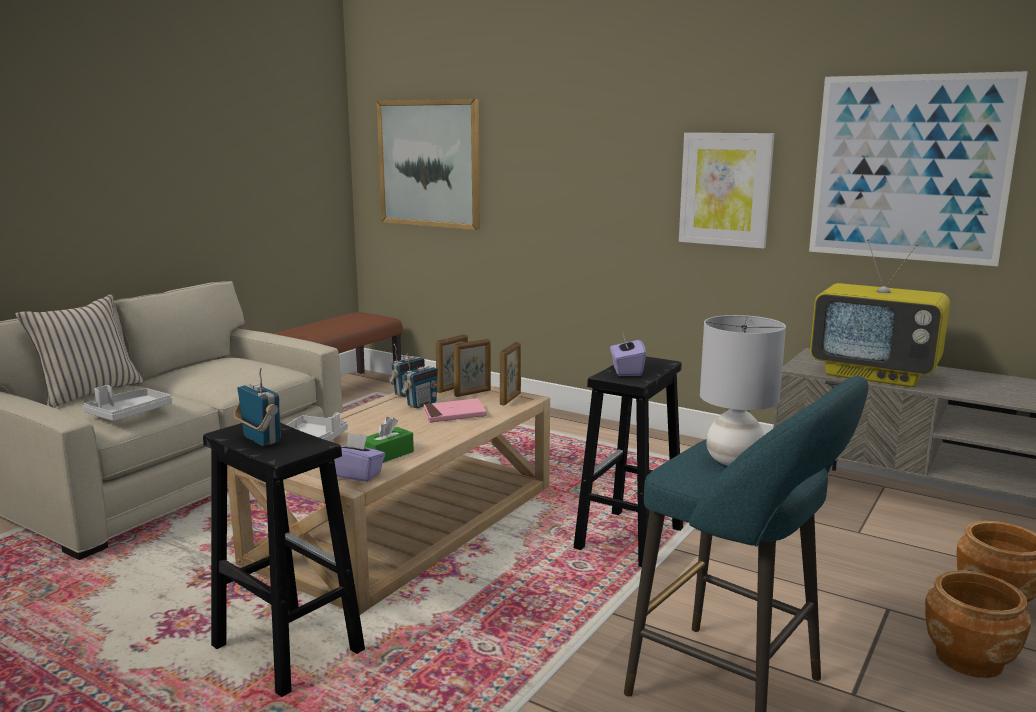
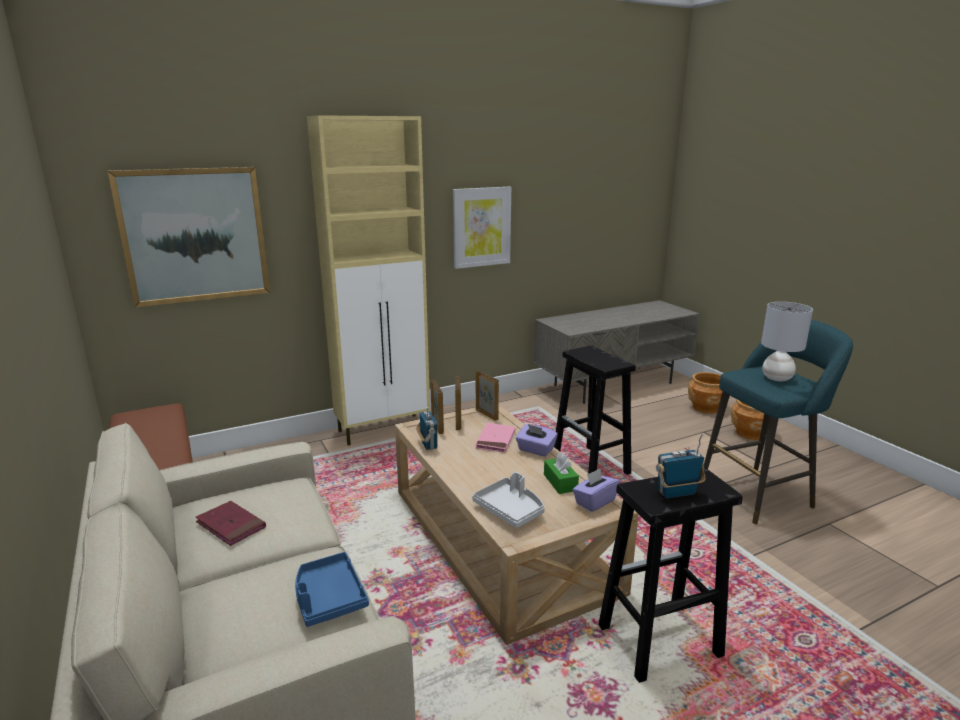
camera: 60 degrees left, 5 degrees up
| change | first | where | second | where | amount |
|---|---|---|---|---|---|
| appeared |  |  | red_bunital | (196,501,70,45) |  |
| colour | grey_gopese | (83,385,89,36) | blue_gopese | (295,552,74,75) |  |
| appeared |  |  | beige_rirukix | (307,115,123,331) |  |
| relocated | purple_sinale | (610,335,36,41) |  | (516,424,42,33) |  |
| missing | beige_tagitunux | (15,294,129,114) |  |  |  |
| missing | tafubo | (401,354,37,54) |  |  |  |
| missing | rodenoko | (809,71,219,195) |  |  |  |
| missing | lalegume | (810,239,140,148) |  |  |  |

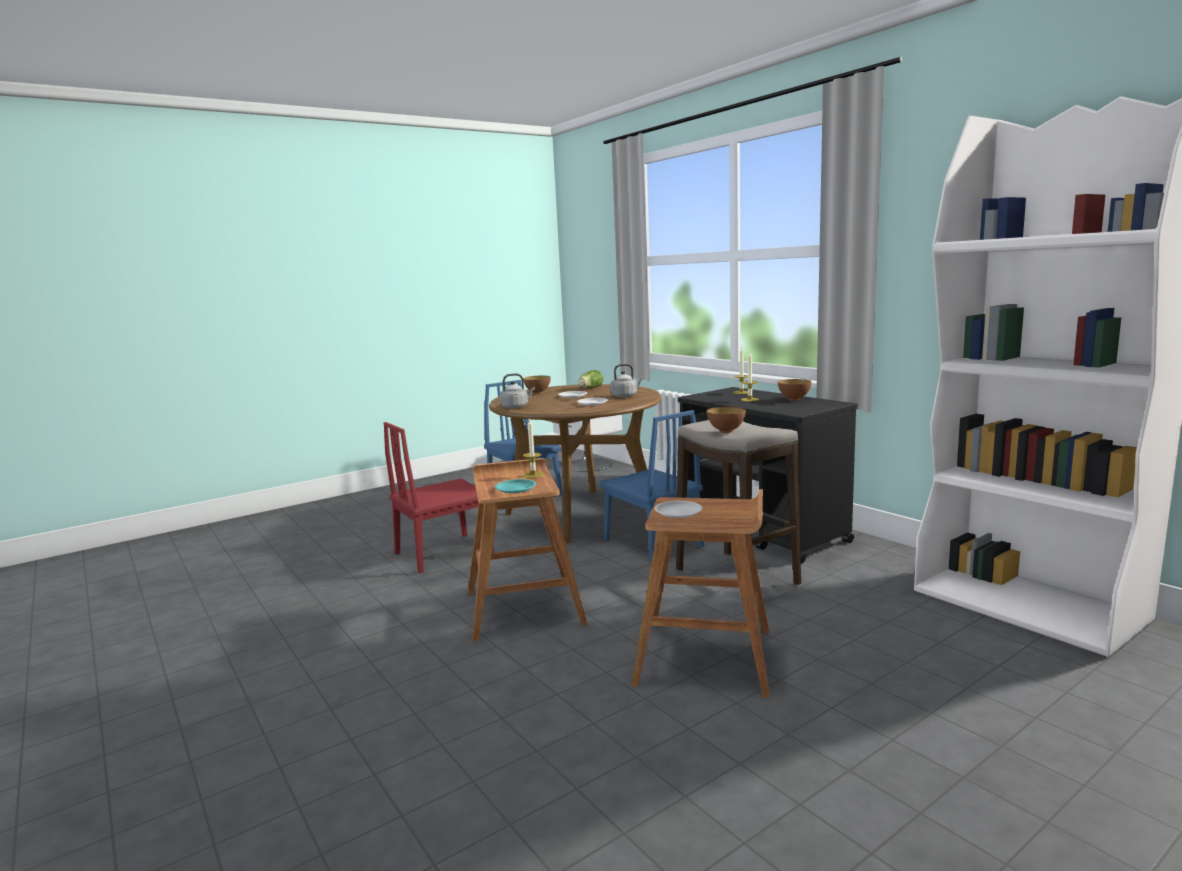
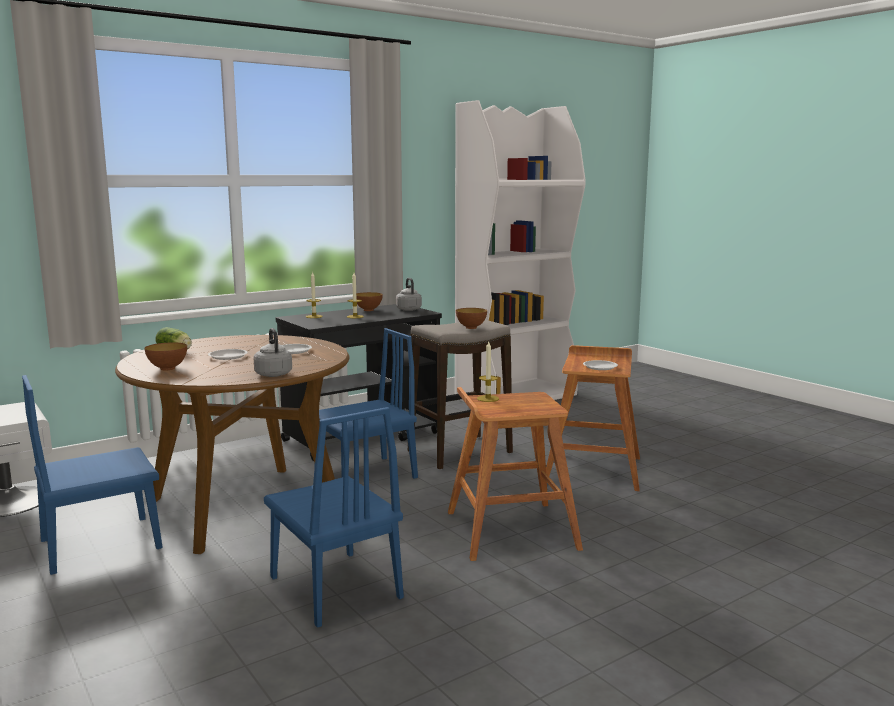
camera: 90 degrees left, 0 degrees up
| change | first | where | second | where | amount |
|---|---|---|---|---|---|
| colour | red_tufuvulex | (383,422,111,151) | blue_tufuvulex | (264,407,140,221) |  |
| relocated | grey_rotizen | (610,364,34,34) |  | (396,278,26,33) |  |
| missing | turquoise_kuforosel | (495,479,41,14) |  |  |  |

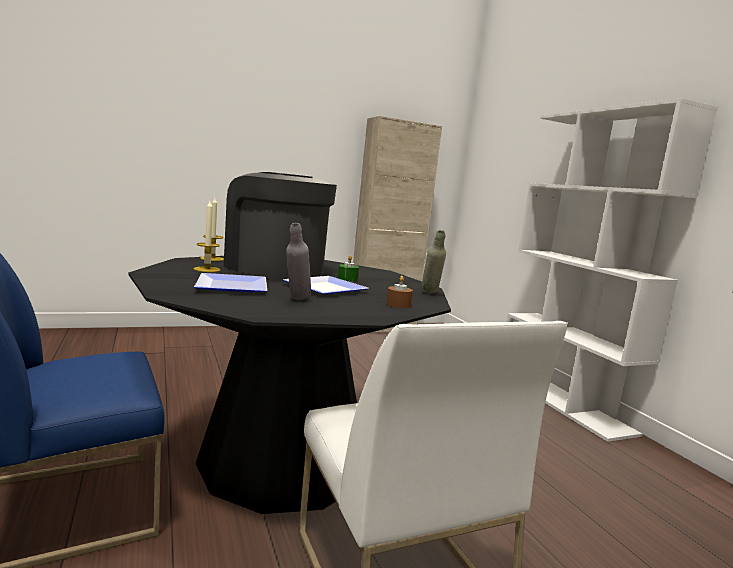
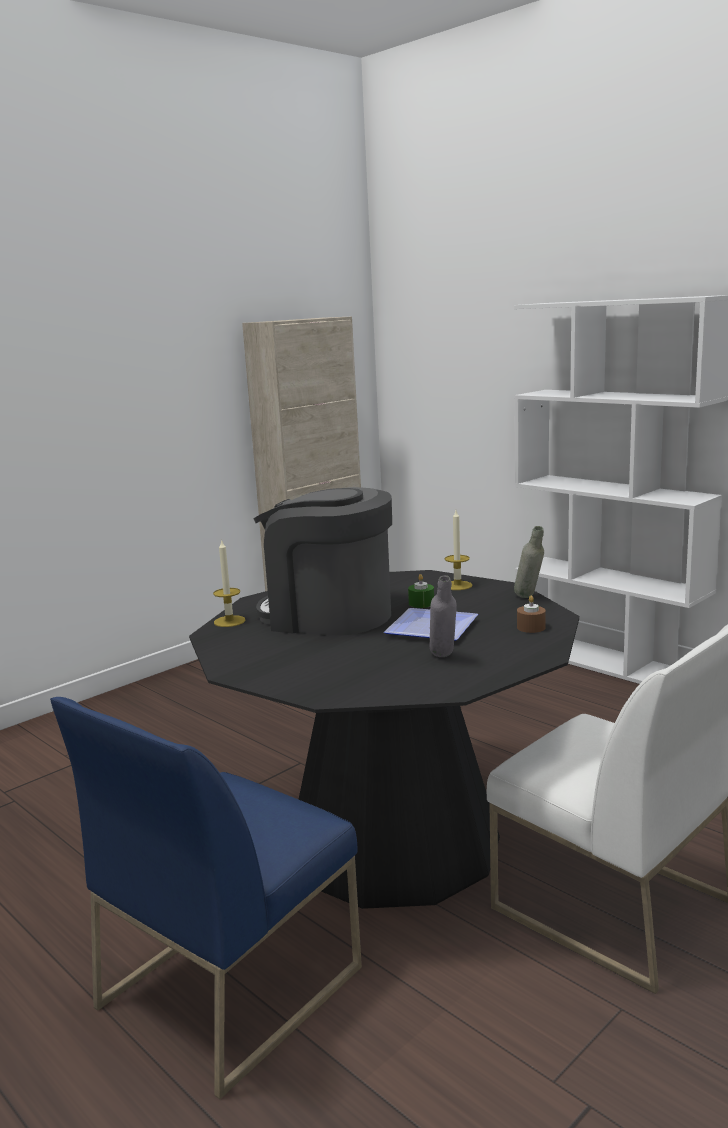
camera: 20 degrees left, 5 degrees up
| change | first | where | second | where | amount |
|---|---|---|---|---|---|
| relocated | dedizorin | (194,201,27,71) |  | (445,510,27,80) |  |
| missing | kuforosel | (194,273,73,19) |  |  |  |

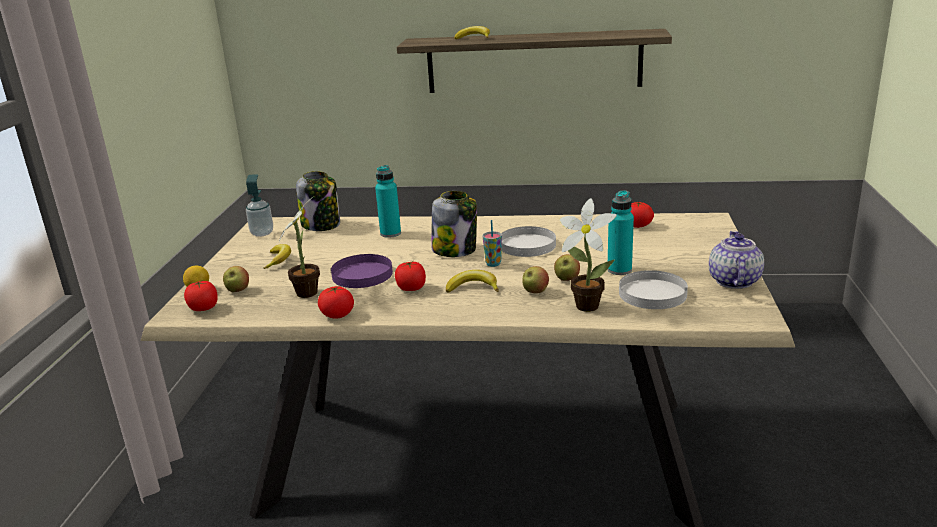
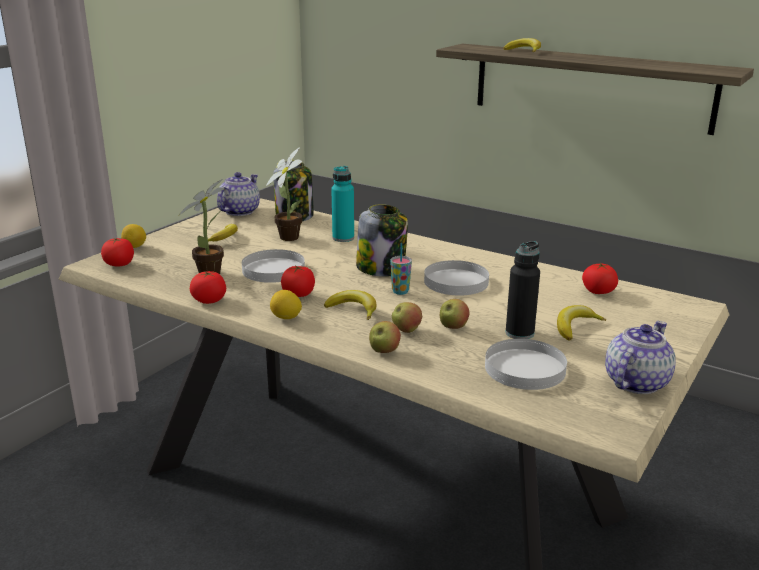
camera: 25 degrees right, 0 degrees up
| change | first | where | second | where | amount |
|---|---|---|---|---|---|
| exchanged | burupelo | (246,174,27,63) | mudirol | (217,172,43,44) |  |
| colour | purple_kuforosel | (331,254,62,34) | white_kuforosel | (242,249,63,34) |  |
| relocated | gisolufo | (560,198,57,114) |  | (266,147,36,94) |  |
| appeared |  |  | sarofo | (270,290,32,29) |  |
| relocated | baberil | (223,266,26,26) |  | (369,321,32,32) |  |
| colour | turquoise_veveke | (607,190,27,85) | black_veveke | (506,241,34,98) |  |
| appeared |  |  | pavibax | (557,305,49,35) |  |

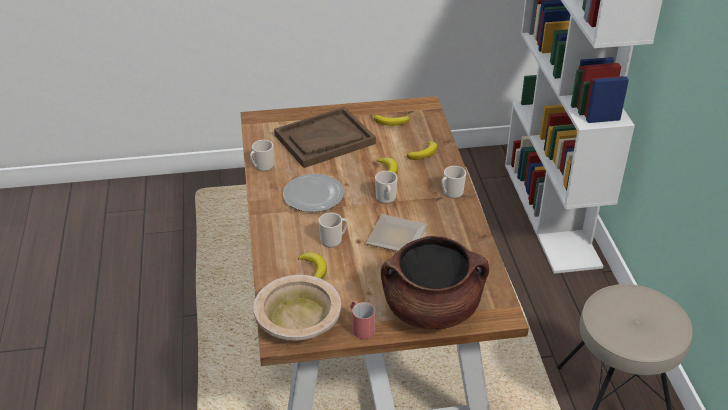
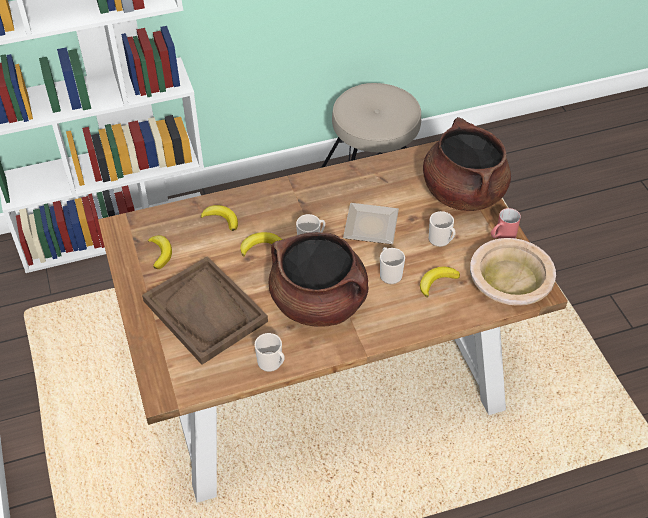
camera: 100 degrees left, 10 degrees up
| change | first | where | second | where | amount |
|---|---|---|---|---|---|
| exchanged | kuforosel | (283,174,62,38) | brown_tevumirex | (269,232,99,95) |  |
| relocated | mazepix | (442,166,24,32) |  | (429,211,27,36) |  |

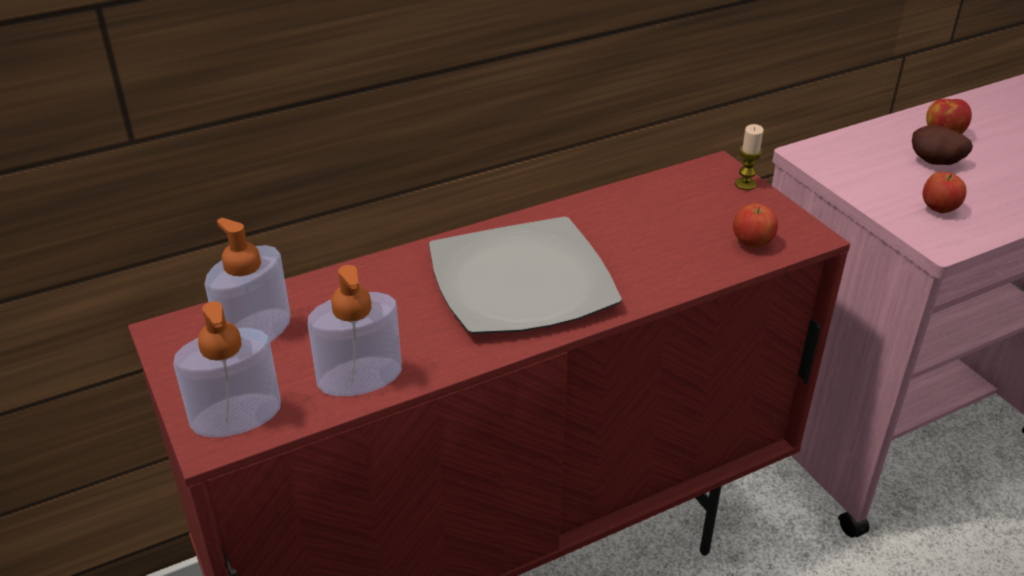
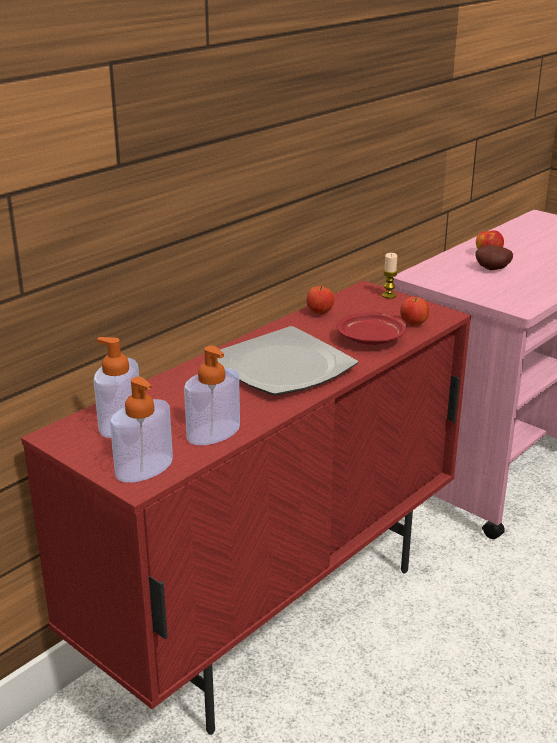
camera: 20 degrees left, 10 degrees down
| change | first | where | second | where | amount |
|---|---|---|---|---|---|
| relocated | baberil | (923,172,43,41) |  | (307,286,27,29) |  |
| appeared |  |  | red_kuforosel | (336,312,71,33) |  |

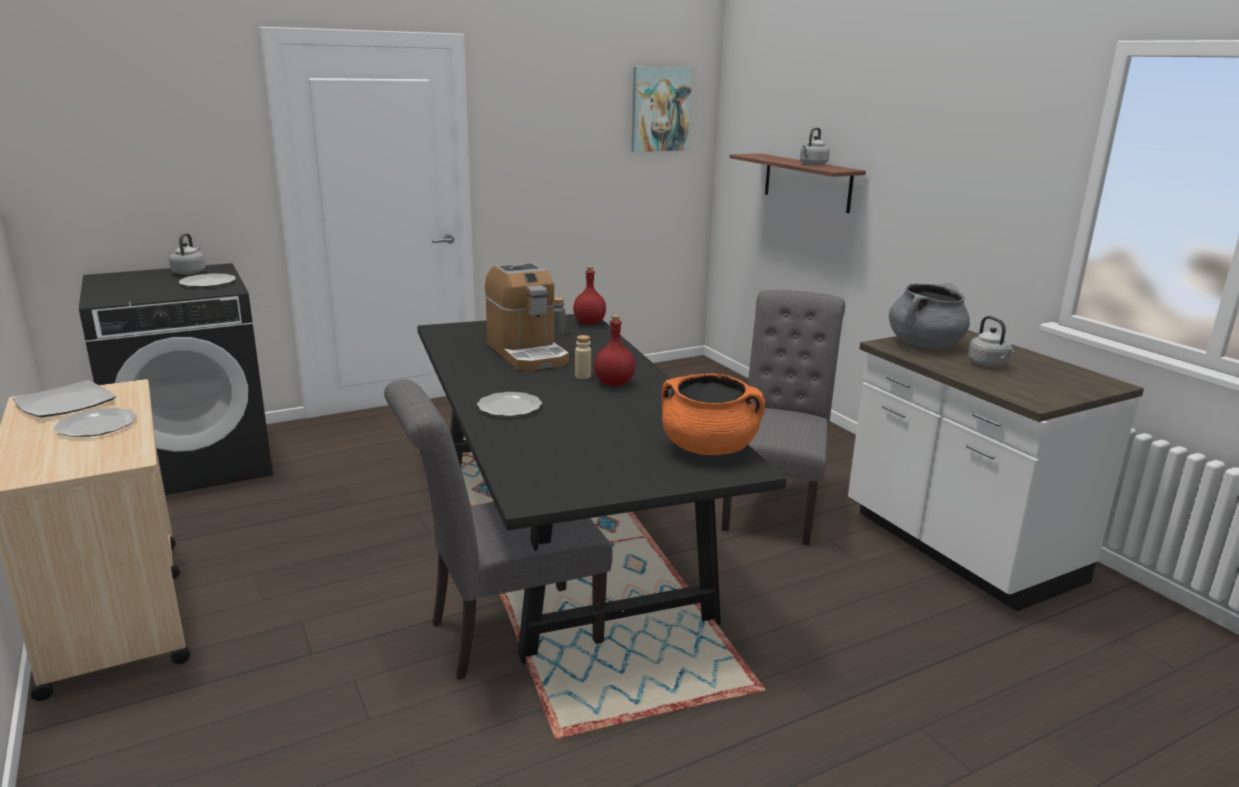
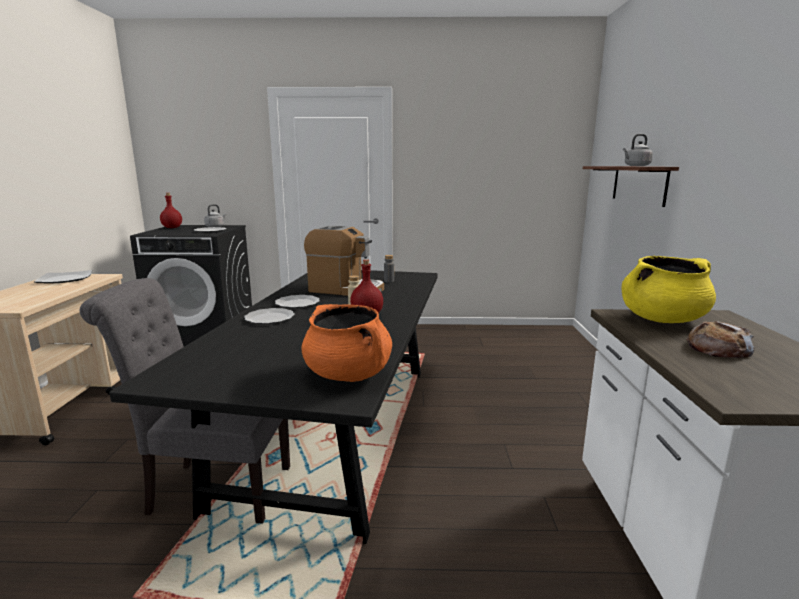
camera: 30 degrees right, 5 degrees down
| change | first | where | second | where | amount |
|---|---|---|---|---|---|
| relocated | red_veveke | (573,266,33,59) |  | (160,193,22,35) |  |
| relocated | kuforosel | (53,408,84,29) |  | (275,295,45,13) |  |
| spun | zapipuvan | (485,262,84,109) |  | (304,226,80,70) | 75 degrees counterclockwise |
| colour | grey_tevumirex | (889,283,81,65) | yellow_tevumirex | (621,256,95,67) |  |
| exchanged | grey_rotizen | (968,316,47,51) | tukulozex | (686,321,69,37) |  |
| missing | rodenoko | (631,67,61,85) |  |  |  |
| missing | grey_tufuvulex | (722,290,123,256) |  |  |  |

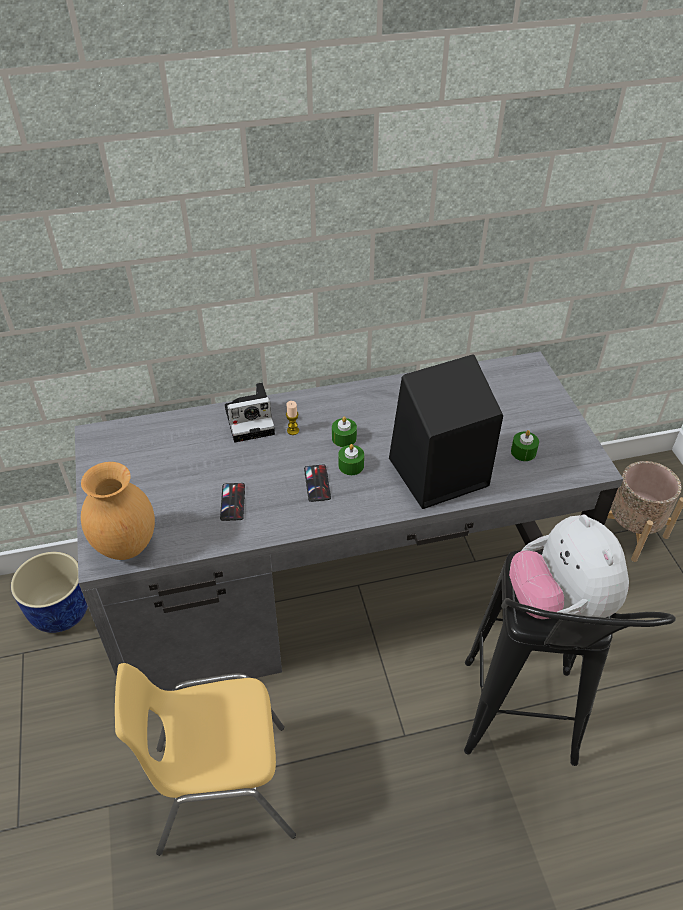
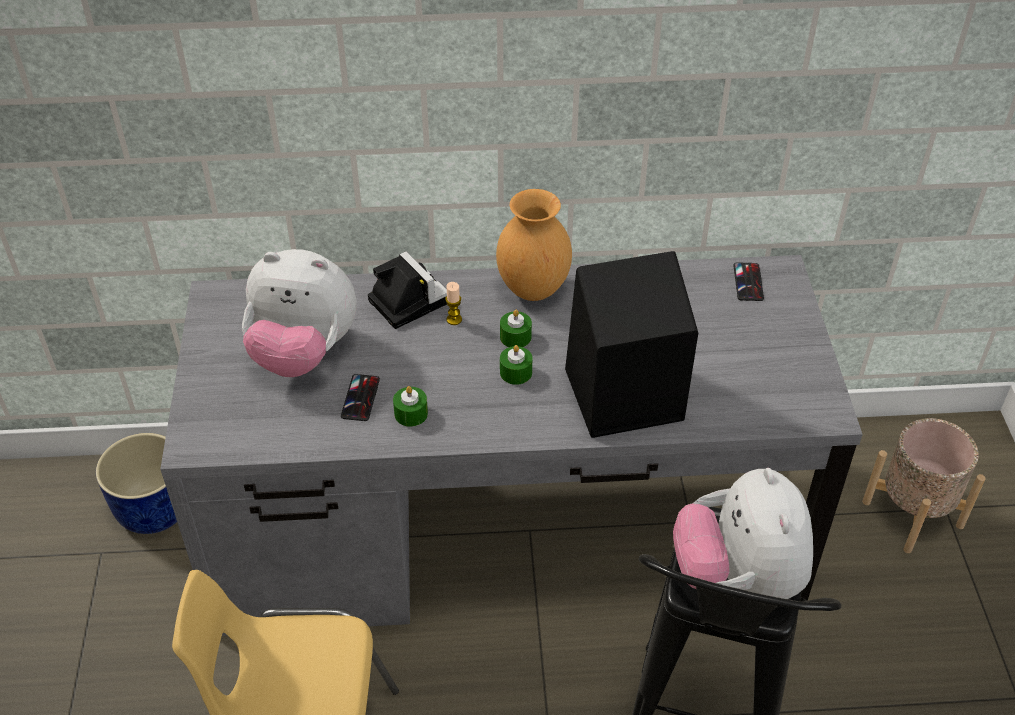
camera: 10 degrees right, 0 degrees up
| change | first | where | second | where | amount |
|---|---|---|---|---|---|
| appeared |  |  | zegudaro | (242,249,115,128) |  |
| spun | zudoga | (225,383,50,59) |  | (368,251,79,78) | 120 degrees counterclockwise |
| relocated | green_dedizorin | (511,430,28,31) |  | (393,386,35,41) |  |
| relocated | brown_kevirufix | (81,462,74,98) |  | (496,189,76,112) |  |
| relocated | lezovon | (304,465,27,37) |  | (733,262,31,39) |  |

